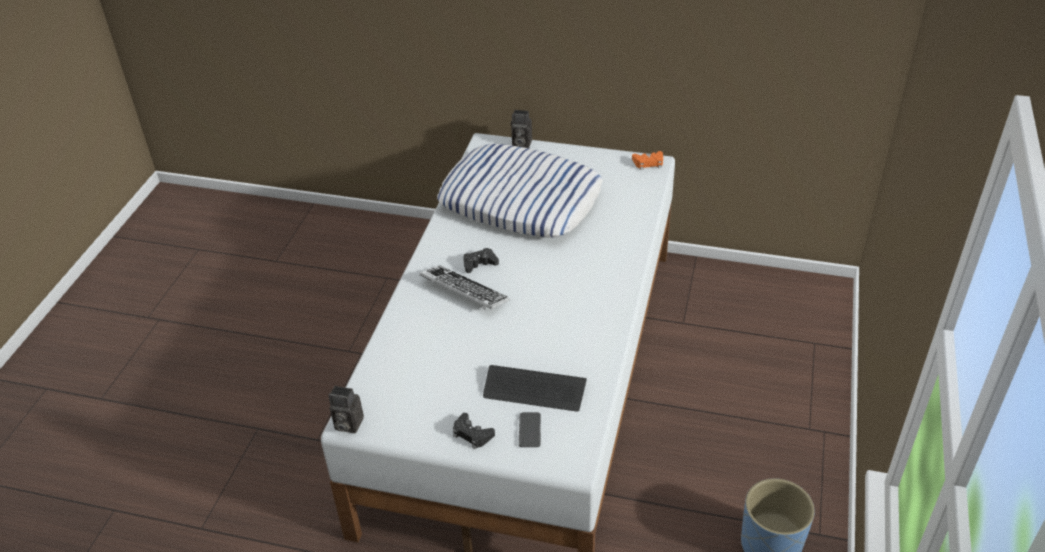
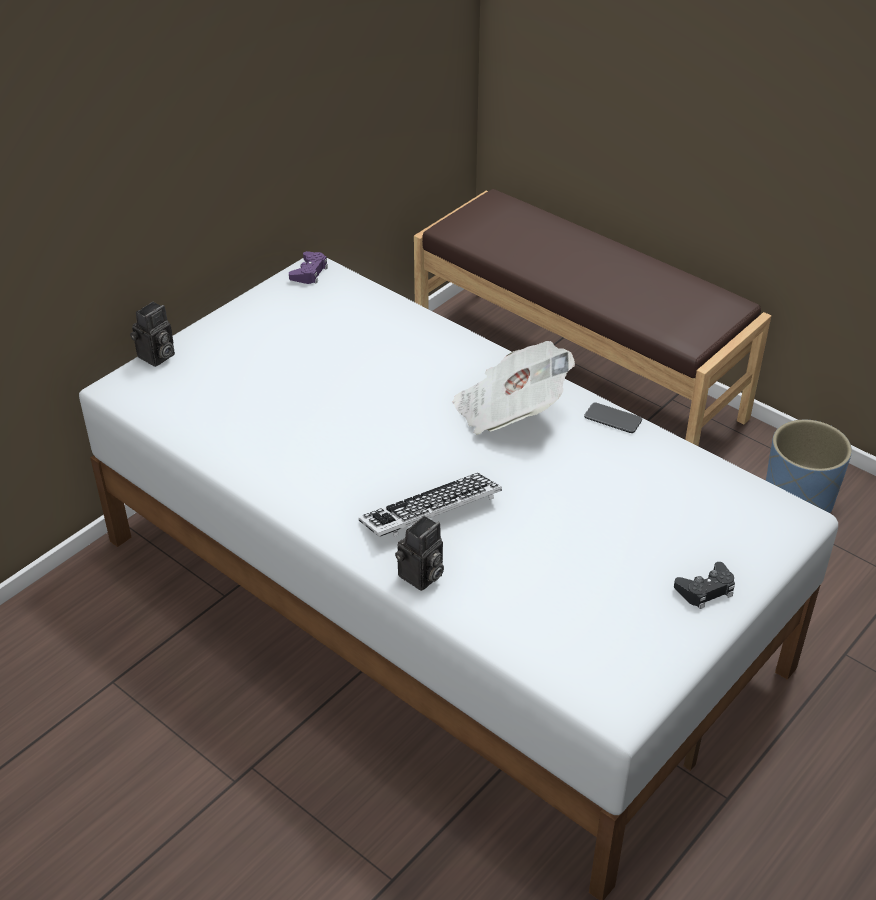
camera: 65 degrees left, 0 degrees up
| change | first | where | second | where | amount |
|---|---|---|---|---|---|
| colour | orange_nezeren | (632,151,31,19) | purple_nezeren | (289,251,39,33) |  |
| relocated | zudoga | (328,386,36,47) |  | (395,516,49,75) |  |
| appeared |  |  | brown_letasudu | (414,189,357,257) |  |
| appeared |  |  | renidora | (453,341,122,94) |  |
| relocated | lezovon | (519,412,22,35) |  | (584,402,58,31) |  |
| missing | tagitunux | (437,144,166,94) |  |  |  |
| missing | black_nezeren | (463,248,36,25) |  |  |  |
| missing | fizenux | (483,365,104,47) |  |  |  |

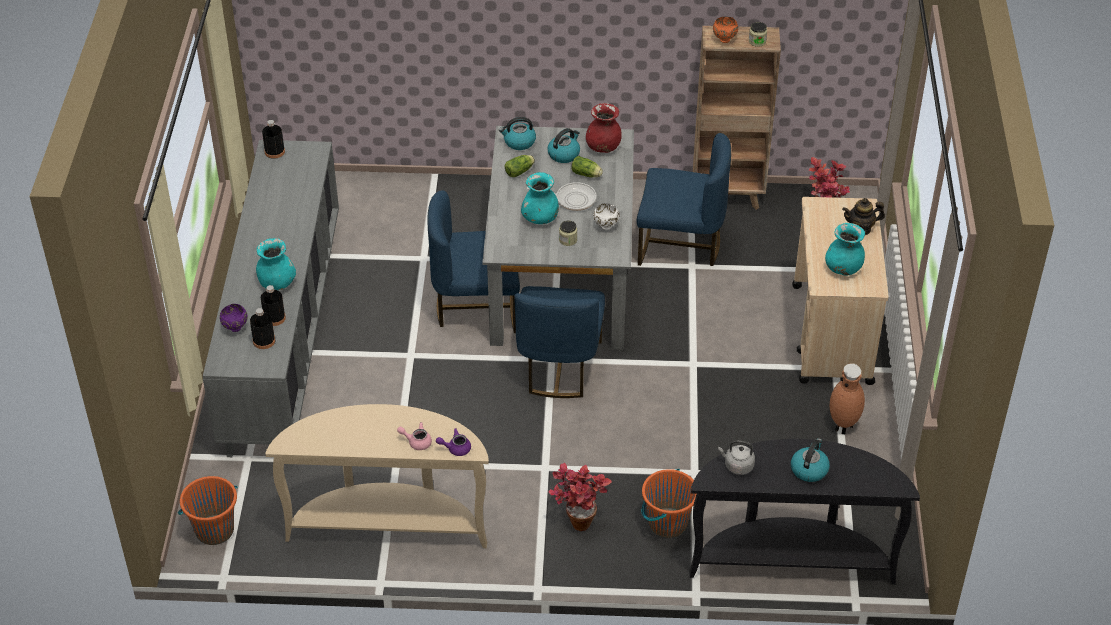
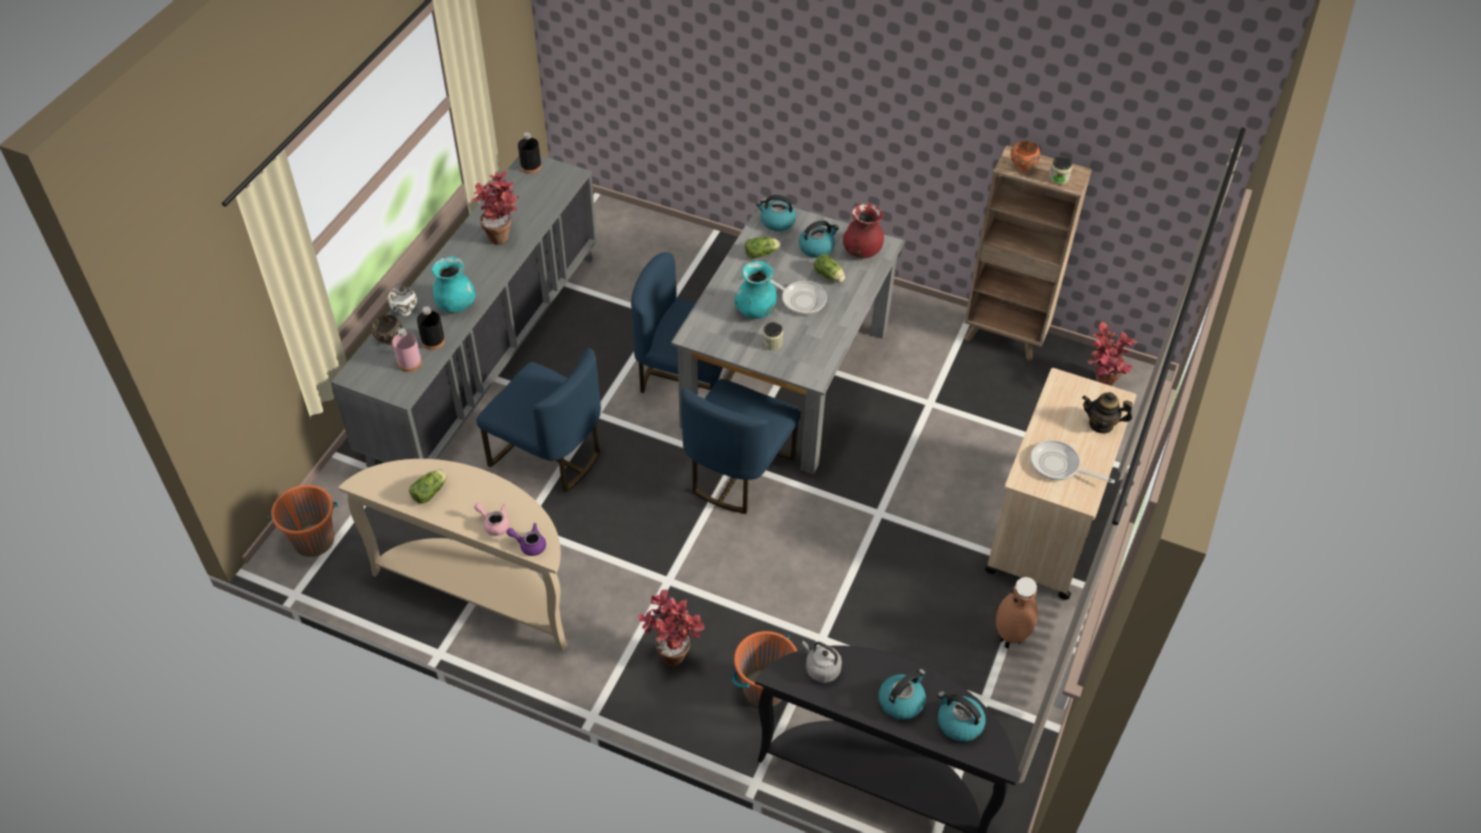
camera: 20 degrees right, 5 degrees up
| change | first | where | second | where | amount |
|---|---|---|---|---|---|
| colour | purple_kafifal | (220,304,28,28) | brown_kafifal | (372,315,30,30) |  |
| relocated | white_kafifal | (593,203,27,27) |  | (388,286,29,30) |  |
| colour | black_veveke | (250,308,25,41) | pink_veveke | (392,328,30,44) |  |
| appeared |  |  | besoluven | (409,470,38,34) |  |
| appeared |  |  | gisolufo | (471,171,48,74) |  |
| relocated | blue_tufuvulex | (637,133,94,133) |  | (476,348,125,145) |  |
| appeared |  |  | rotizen | (937,691,49,51) |  |
| exchanged | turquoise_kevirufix | (825,223,40,53) | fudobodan | (1030,440,85,44) |  |

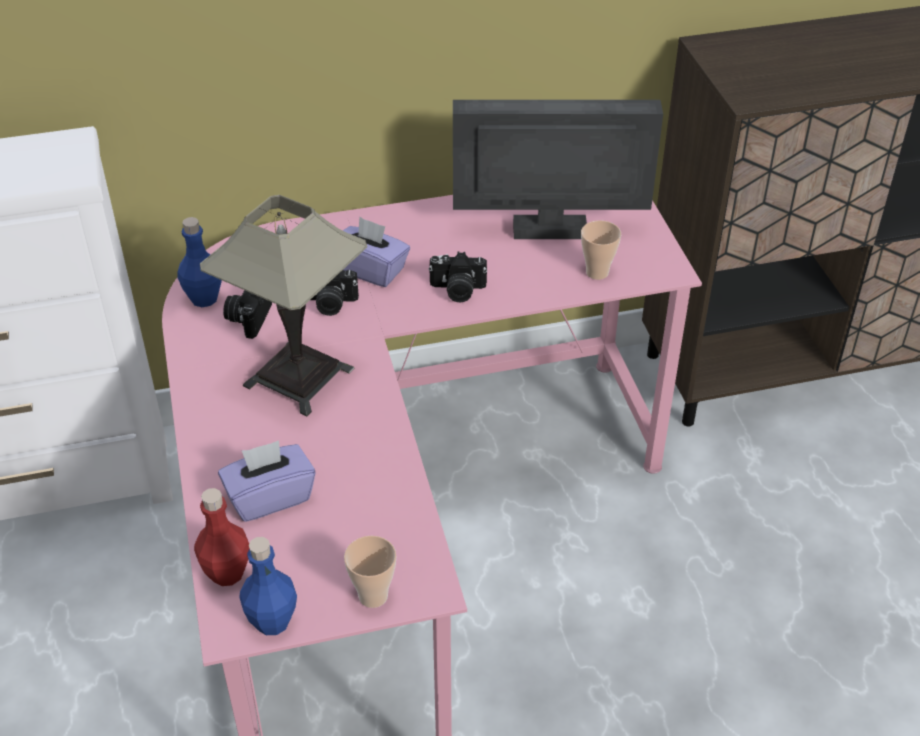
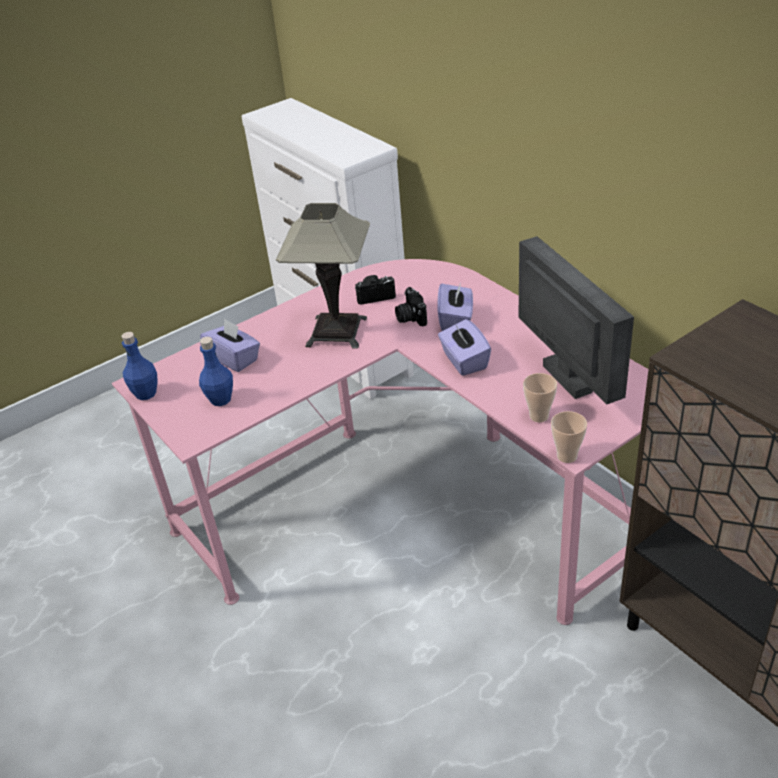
camera: 70 degrees right, 5 degrees down
| change | first | where | second | where | amount |
|---|---|---|---|---|---|
| relocated | blue_veveke | (177,217,45,90) |  | (199,337,34,69) |  |
| exchanged | zudoga | (428,252,59,51) | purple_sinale | (438,319,53,57) |  |
| relocated | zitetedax | (344,536,52,72) |  | (551,411,36,52) |  |
| missing | red_veveke | (194,488,56,98) |  |  |  |

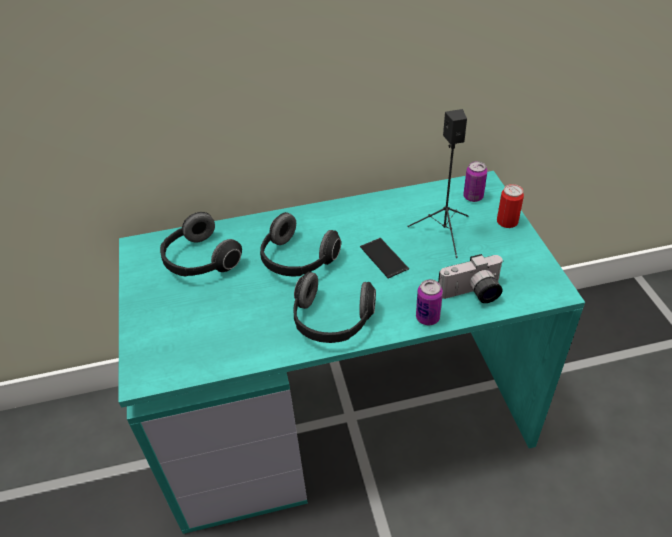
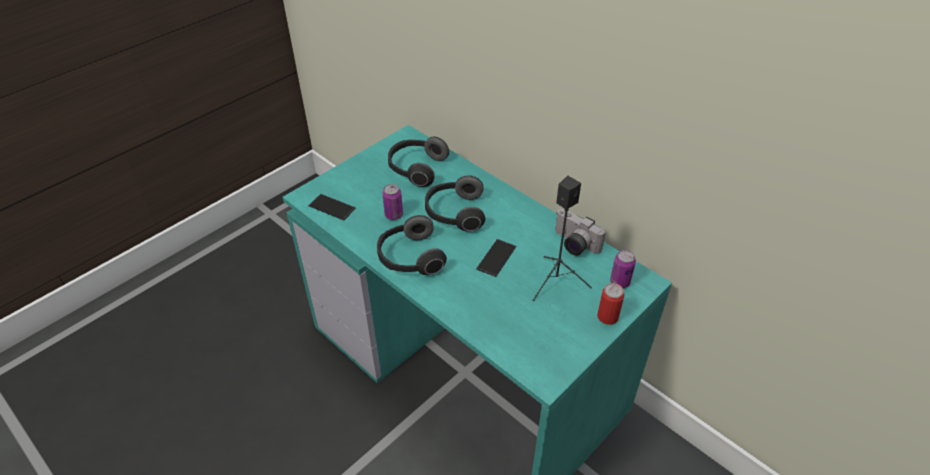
camera: 55 degrees right, 0 degrees up
| change | first | where | second | where | amount |
|---|---|---|---|---|---|
| appeared |  |  | lezovon | (308,194,48,26) |  |
| relocated | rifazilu | (416,279,27,46) |  | (382,184,21,36) |  |
| relocated | zudoga | (438,254,66,49) |  | (555,209,50,47) |  |

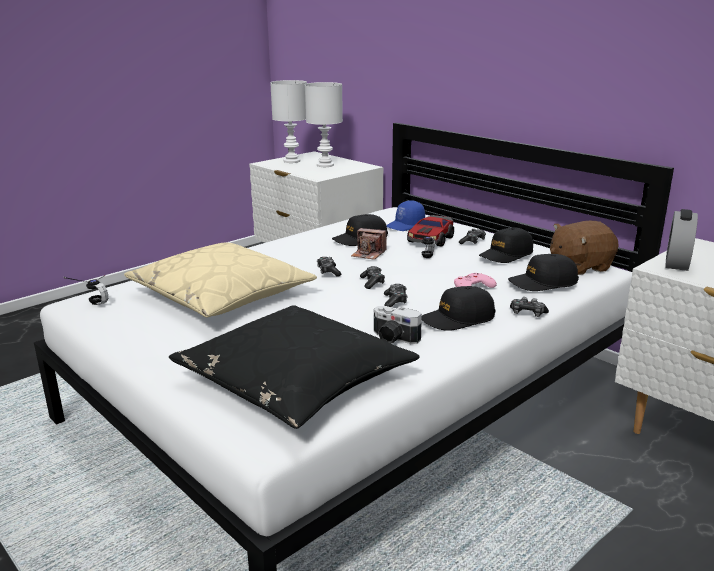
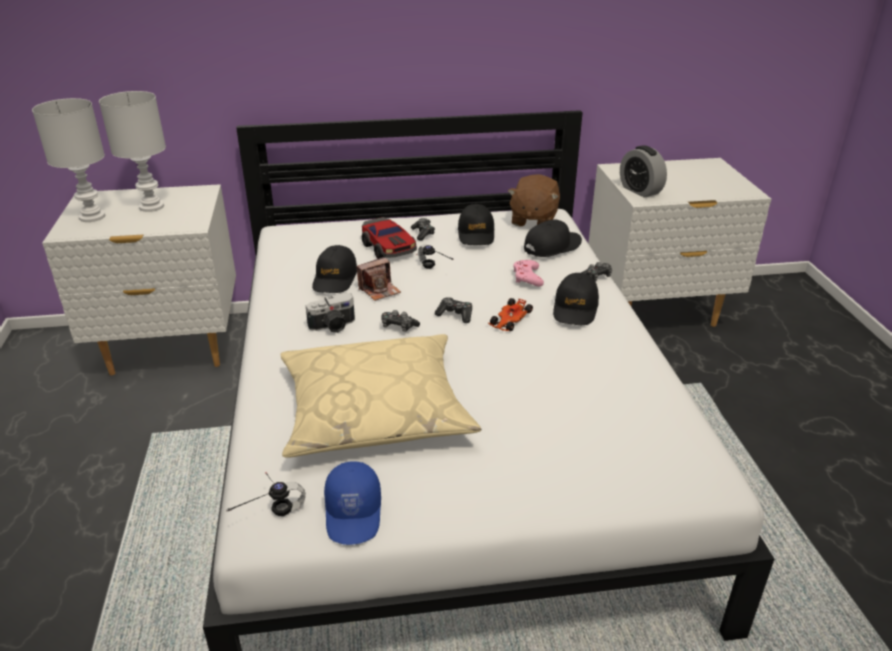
camera: 55 degrees left, 10 degrees up
| change | first | where | second | where | amount |
|---|---|---|---|---|---|
| relocated | zudoga | (374,306,48,38) |  | (306,293,49,40) |  |
| relocated | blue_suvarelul | (386,200,39,31) |  | (324,461,57,84) |  |
| exchanged | nezeren | (384,284,24,23) | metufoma | (488,298,45,33) |  |
| spun | black_suvarelul | (508,254,71,37) |  | (524,220,58,37) | 150 degrees counterclockwise |
| missing | black_tagitunux | (169,305,251,124) |  |  |  |

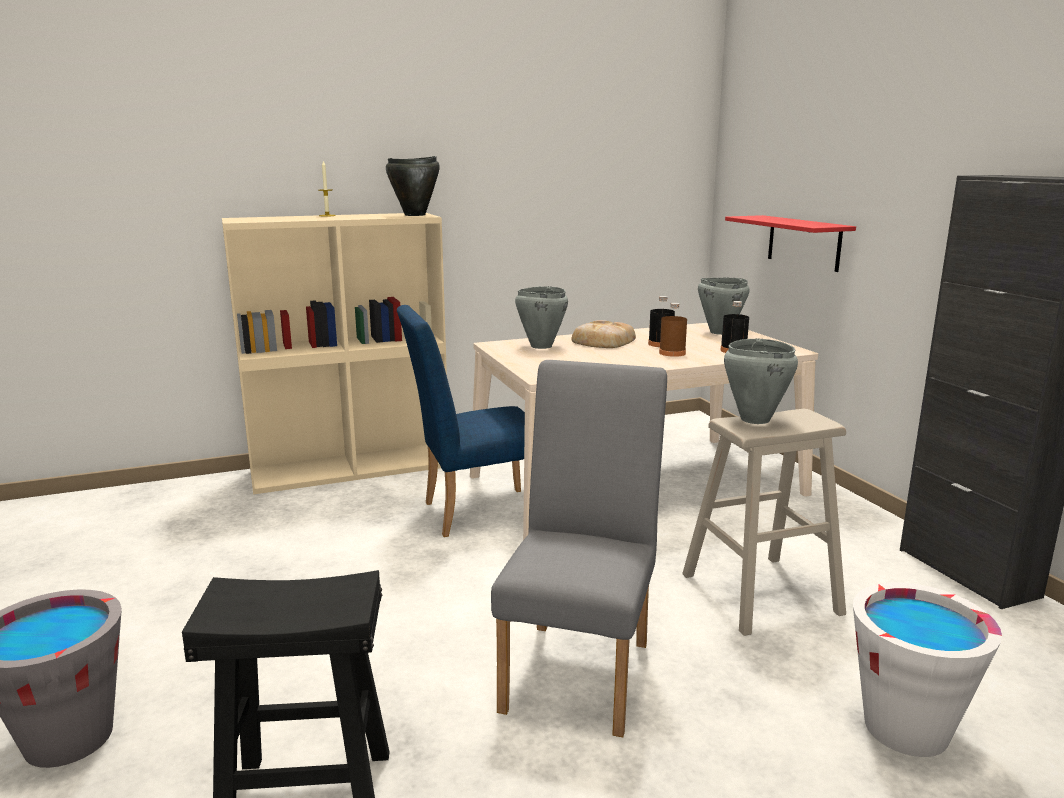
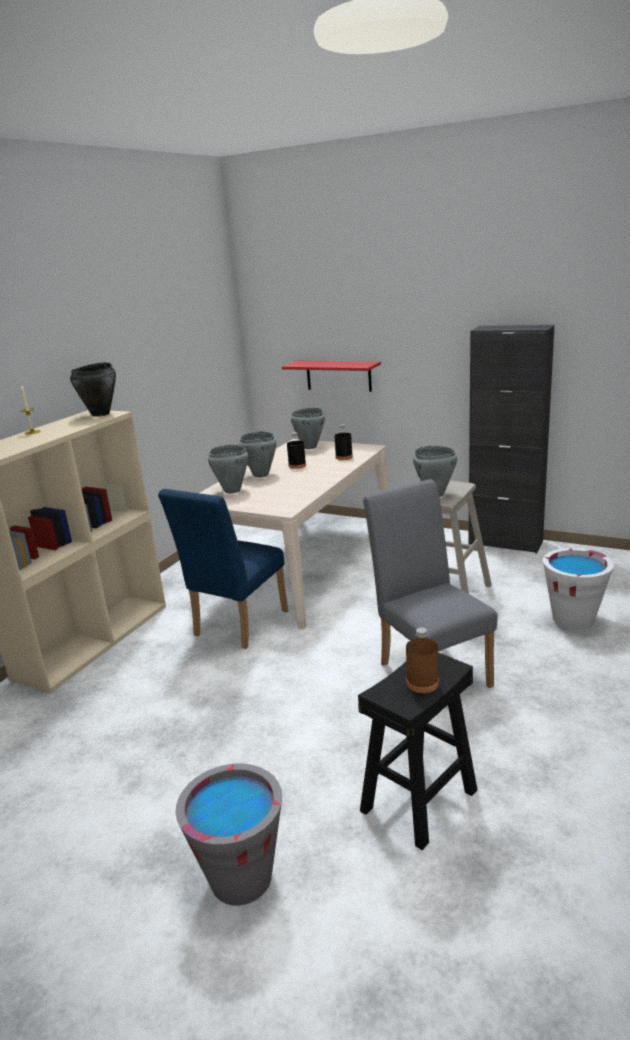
camera: 40 degrees left, 5 degrees up
| change | first | where | second | where | amount |
|---|---|---|---|---|---|
| exchanged | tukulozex | (571,320,65,28) | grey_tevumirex | (239,431,38,47) |  |
| relocated | brown_veveke | (659,303,28,54) |  | (406,627,33,66) |  |

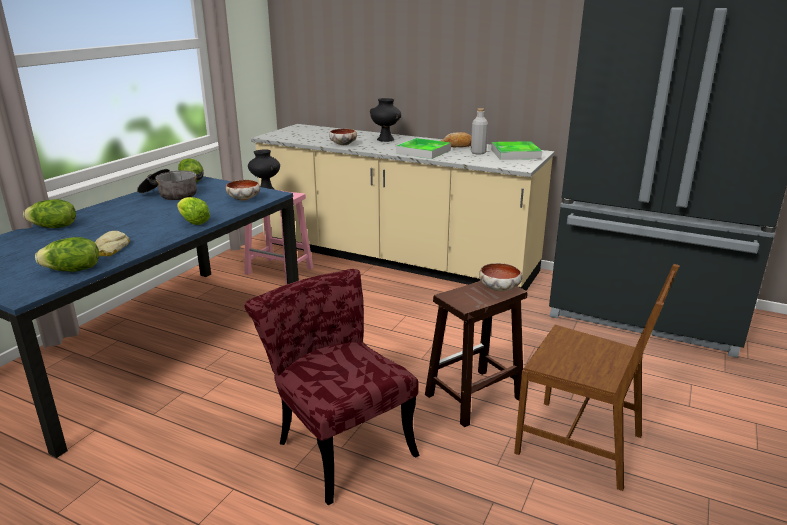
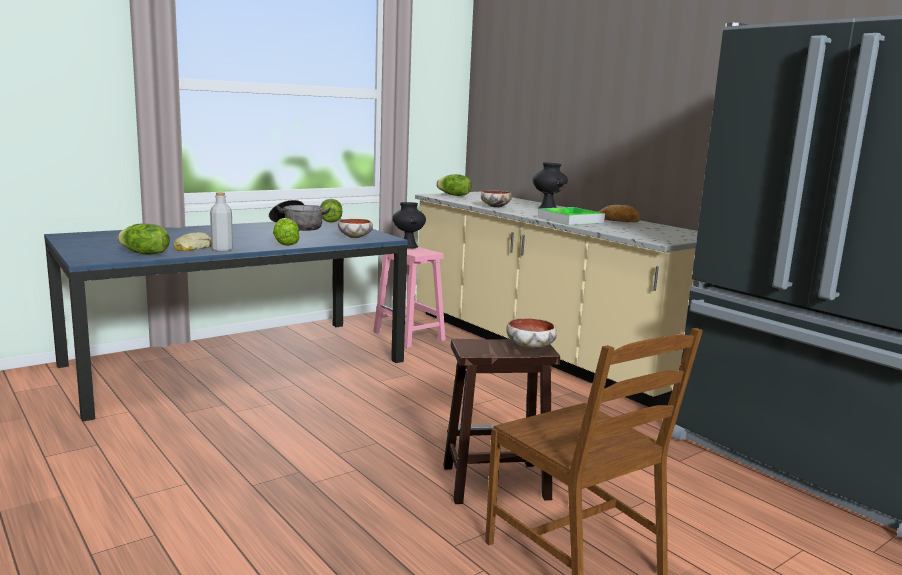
camera: 25 degrees right, 10 degrees down
| change | first | where | second | where | amount |
|---|---|---|---|---|---|
| relocated | grey_veveke | (471,108,17,46) |  | (210,192,23,60) |  |
| relocated | besoluven | (23,199,53,29) |  | (436,174,36,22) |  |
| missing | red_tufuvulex | (245,269,174,236) |  |  |  |
| missing | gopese | (491,141,51,19) |  |  |  |

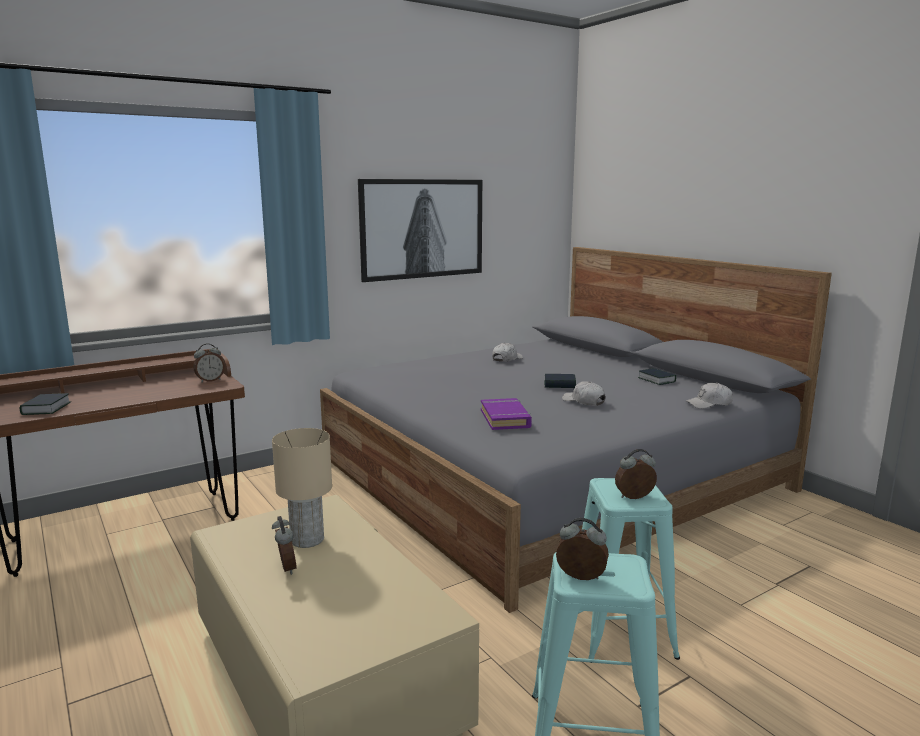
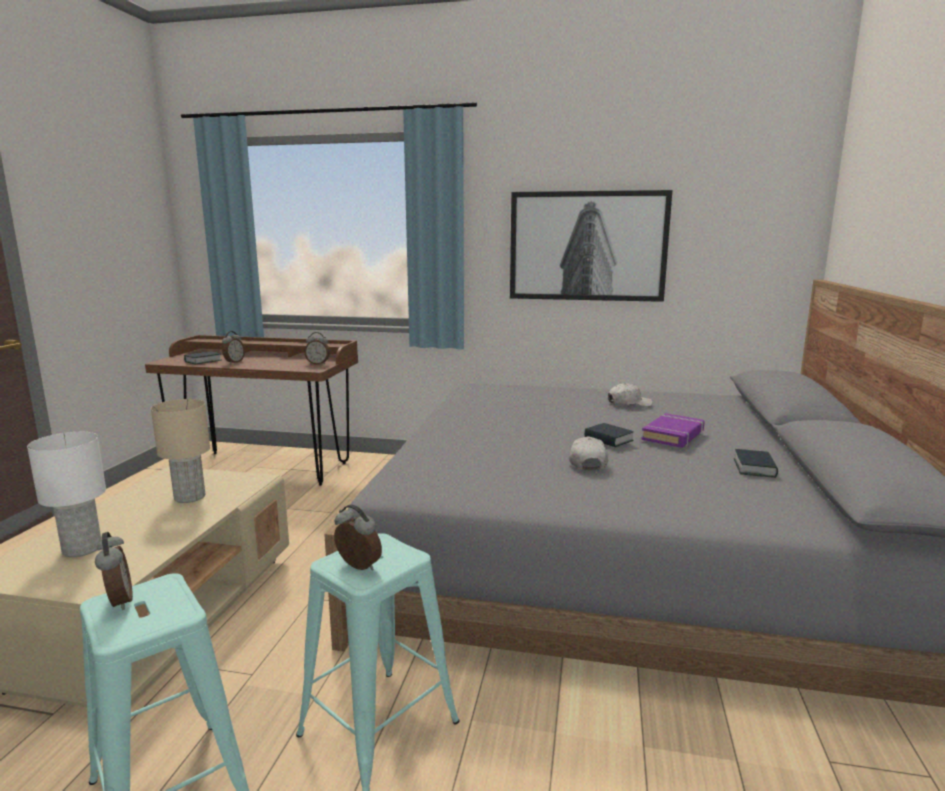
camera: 45 degrees right, 0 degrees up
| change | first | where | second | where | amount |
|---|---|---|---|---|---|
| appeared |  |  | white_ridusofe | (27,432,79,125) |  |
| relocated | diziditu | (272,516,25,59) |  | (222,331,23,33) |  |
| relocated | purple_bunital | (481,398,51,32) |  | (641,413,64,35) |  |
| missing | white_suvarelul | (686,382,47,27) |  |  |  |

